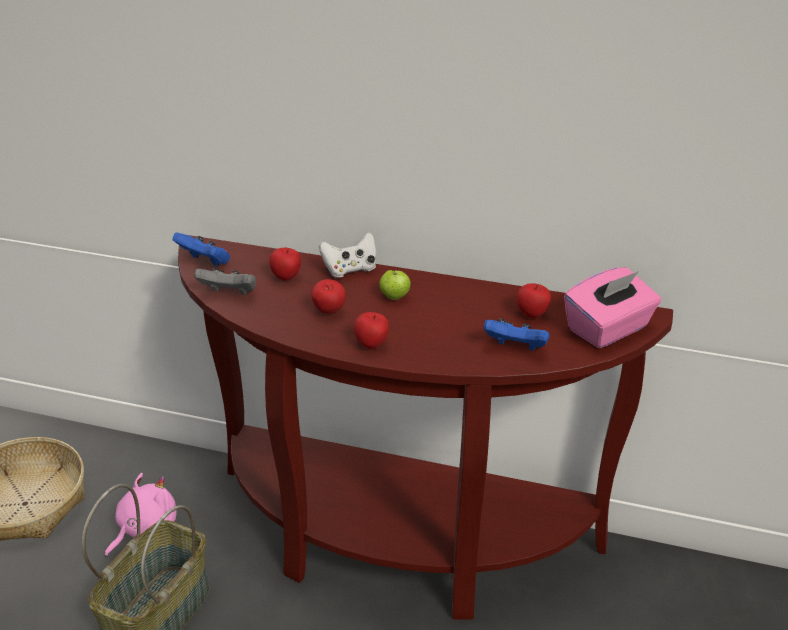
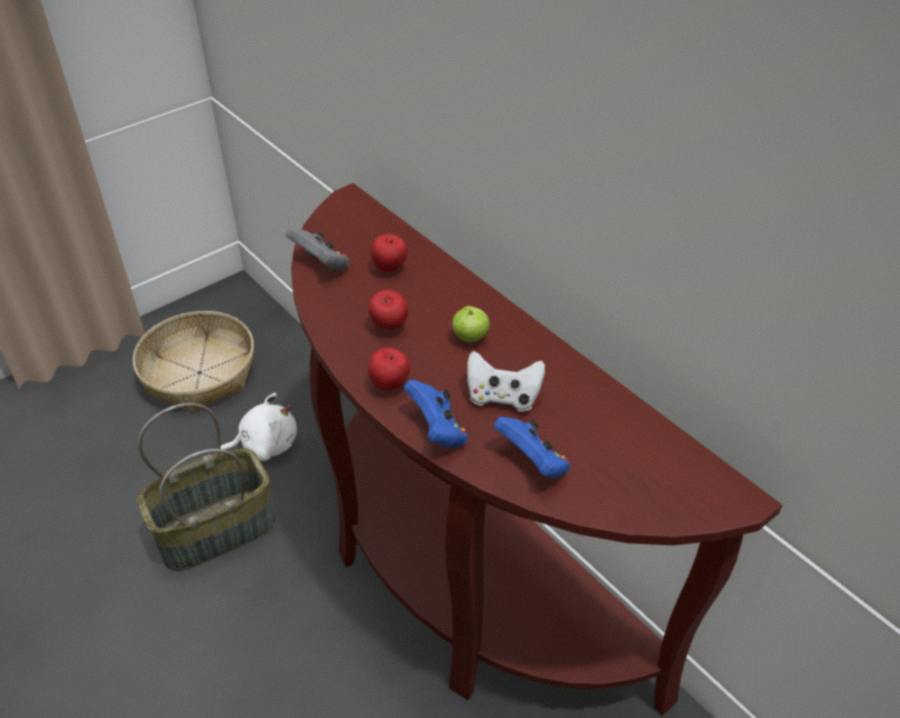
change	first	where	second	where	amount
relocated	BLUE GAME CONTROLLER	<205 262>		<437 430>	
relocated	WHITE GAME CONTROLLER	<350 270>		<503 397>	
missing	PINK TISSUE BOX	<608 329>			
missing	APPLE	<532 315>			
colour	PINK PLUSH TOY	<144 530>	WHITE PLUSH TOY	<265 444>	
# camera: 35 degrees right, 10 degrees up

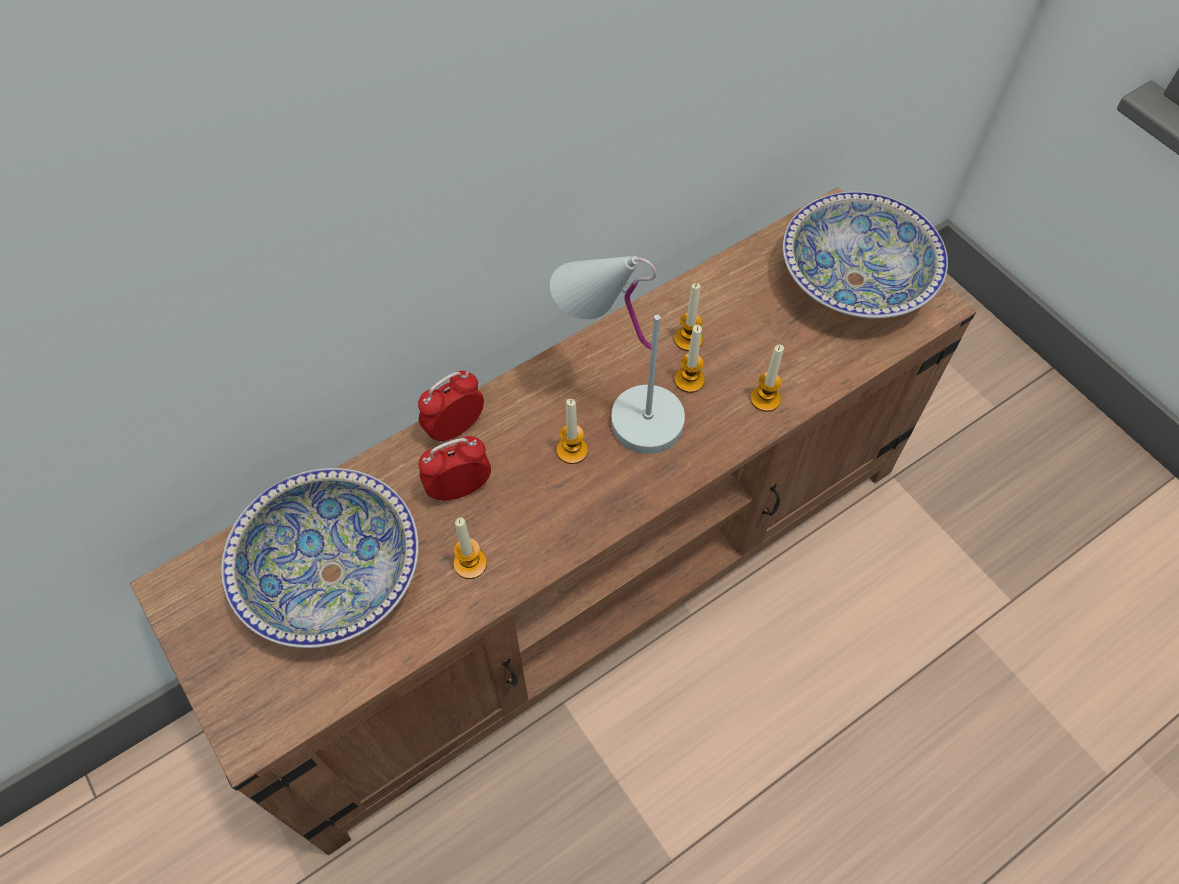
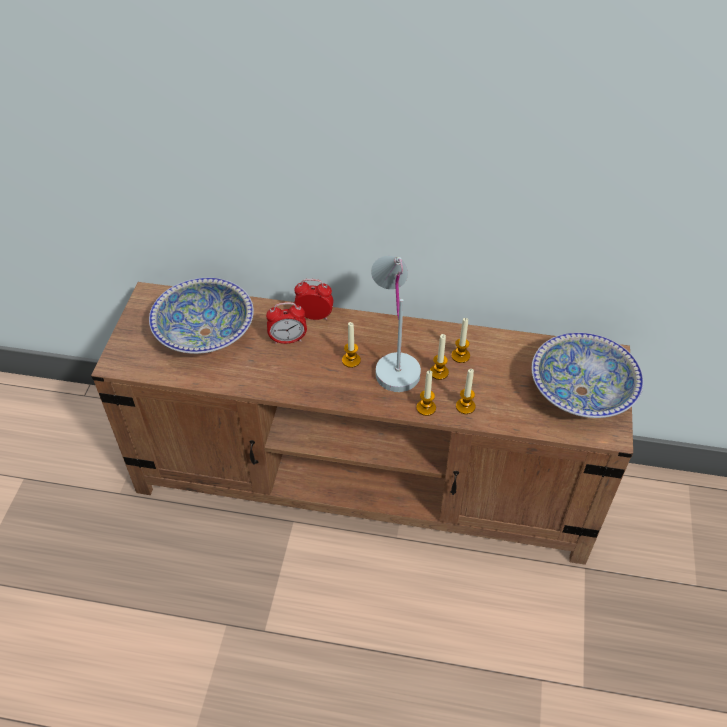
change	first	where	second	where	amount
spun	ALARM CLOCK	<459 489>		<288 340>	150 degrees clockwise
relocated	CANDLE	<470 563>		<426 408>	
# camera: 45 degrees right, 10 degrees down

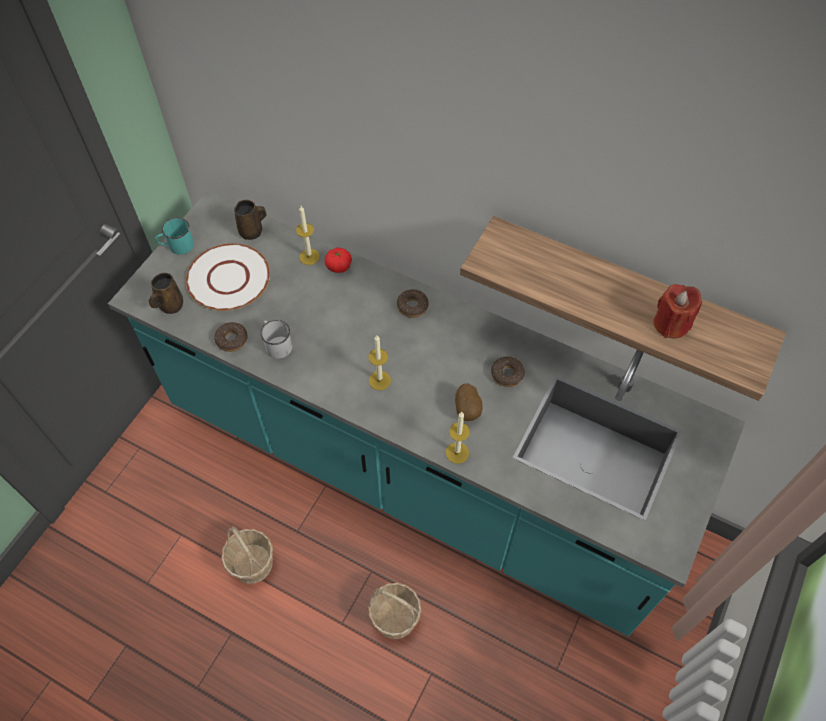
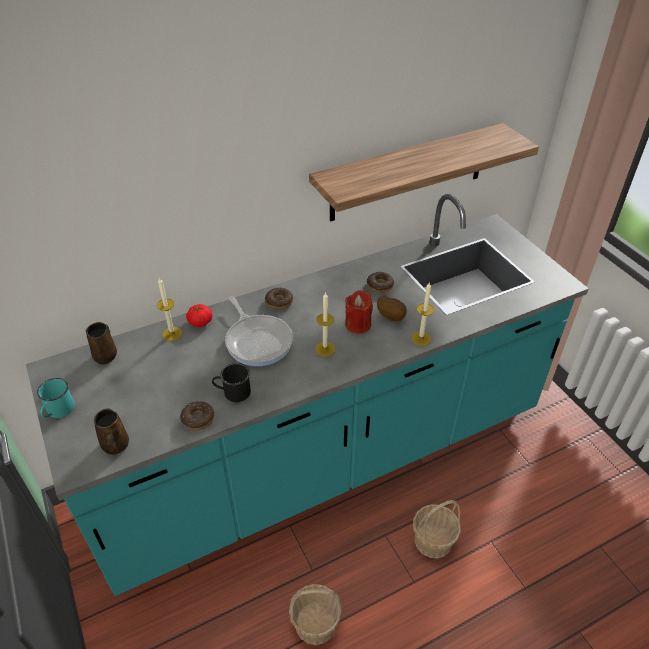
change	first	where	second	where	amount
missing	WHITE PLATE	<228 279>			
relocated	RED CANDLE	<671 324>		<358 324>	
colour	WHITE MUG	<276 344>	BLACK MUG	<233 392>	
appeared			FRYING PAN	<258 341>	
# camera: 55 degrees left, 15 degrees down

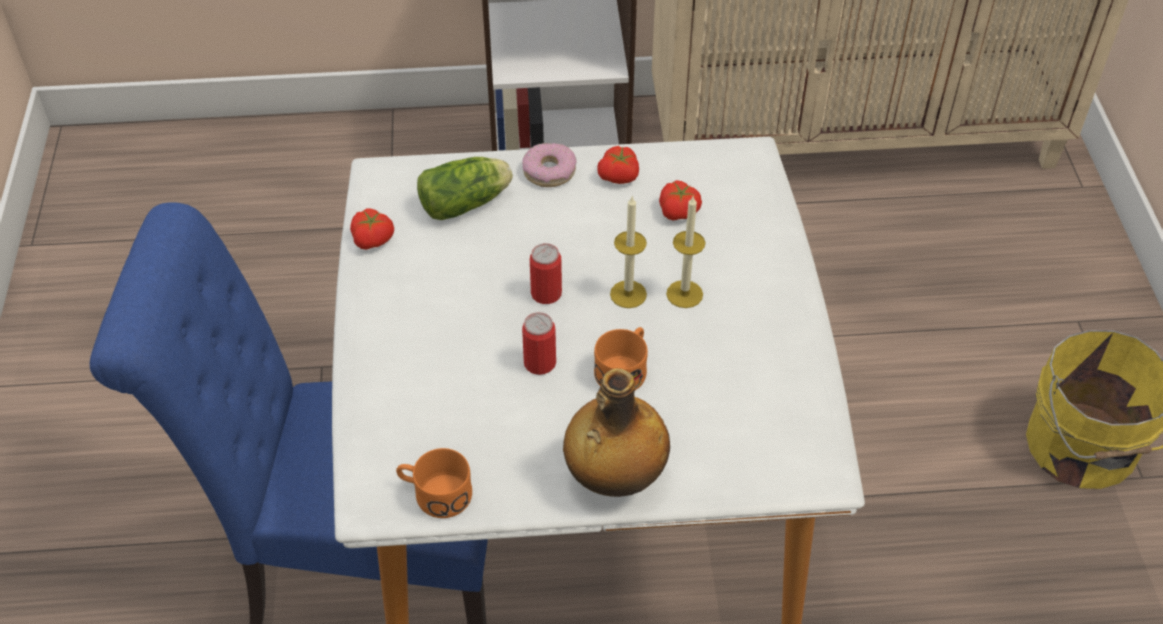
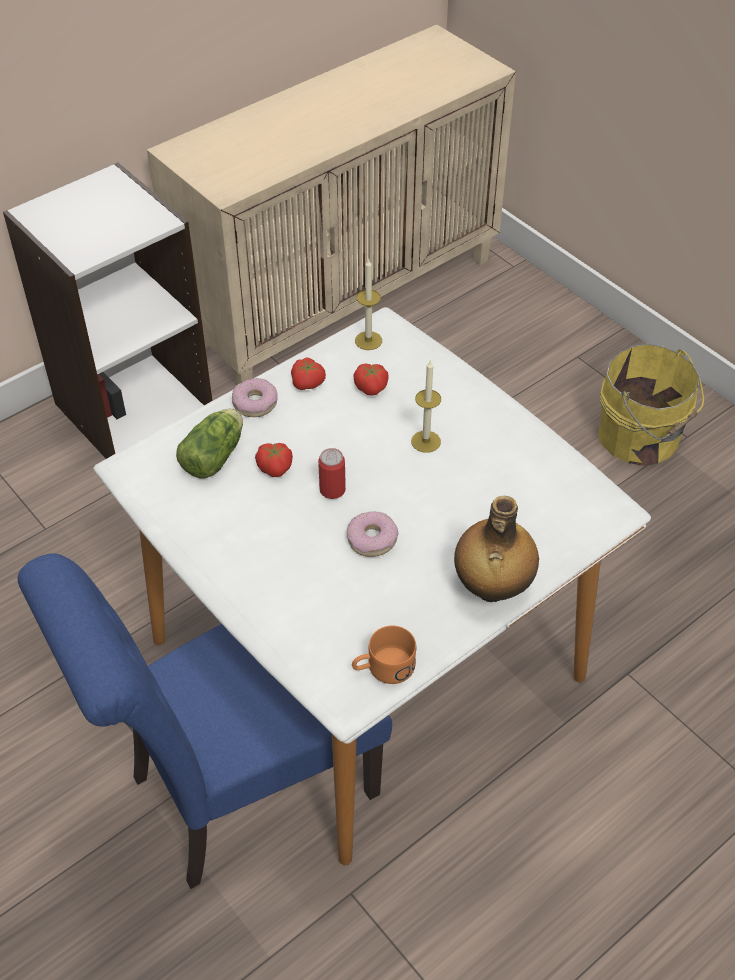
change	first	where	second	where	amount
relocated	CANDLE	<628 294>		<368 340>	
relocated	TOMATO	<374 239>		<275 467>	
exchanged	CAN	<539 363>	DONUT	<372 539>	
missing	ORANGE MUG	<624 369>			
# camera: 35 degrees left, 0 degrees up

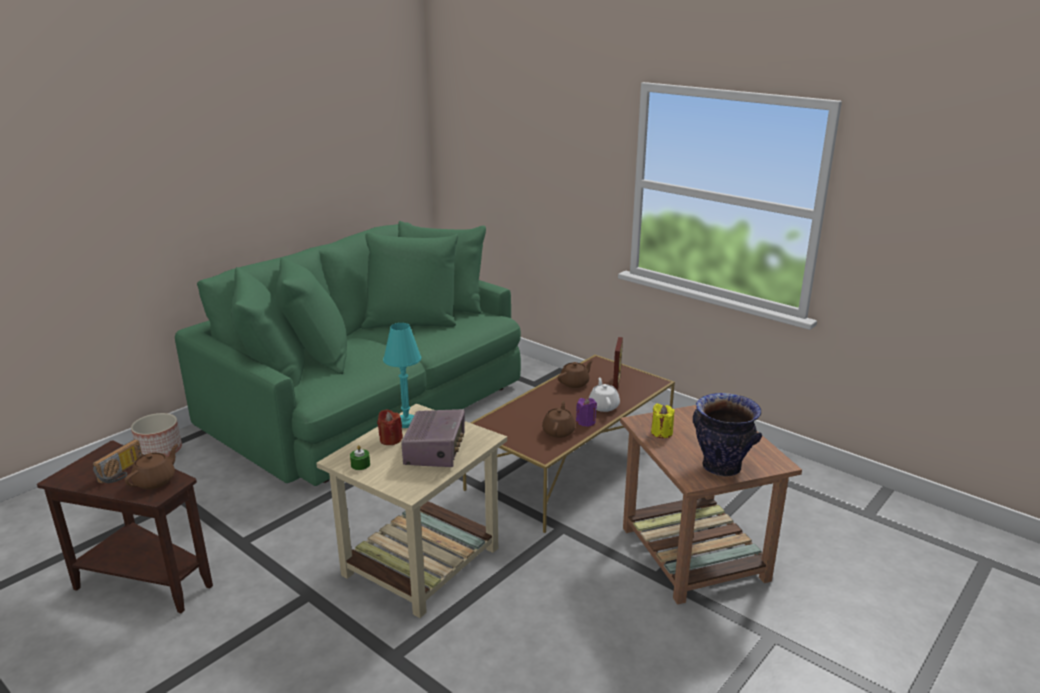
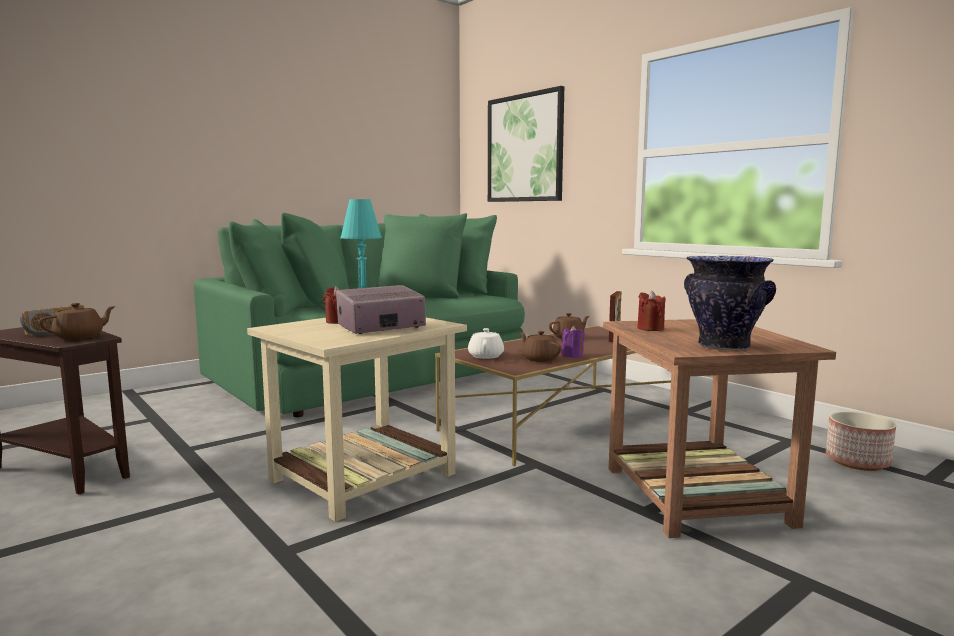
change	first	where	second	where	amount
relocated	WHITE TEAPOT	<603 406>		<486 356>	
spun	BROWN TEAPOT	<559 431>		<539 359>	60 degrees counterclockwise
colour	YELLOW CANDLE	<661 432>	RED CANDLE	<650 328>	
spun	RADIO	<435 451>		<380 327>	135 degrees counterclockwise
relocated	PLANTER	<160 451>		<857 461>	
missing	GREEN CANDLE	<360 464>			
appeared			PICTURE	<525 148>	
# camera: 10 degrees right, 15 degrees down

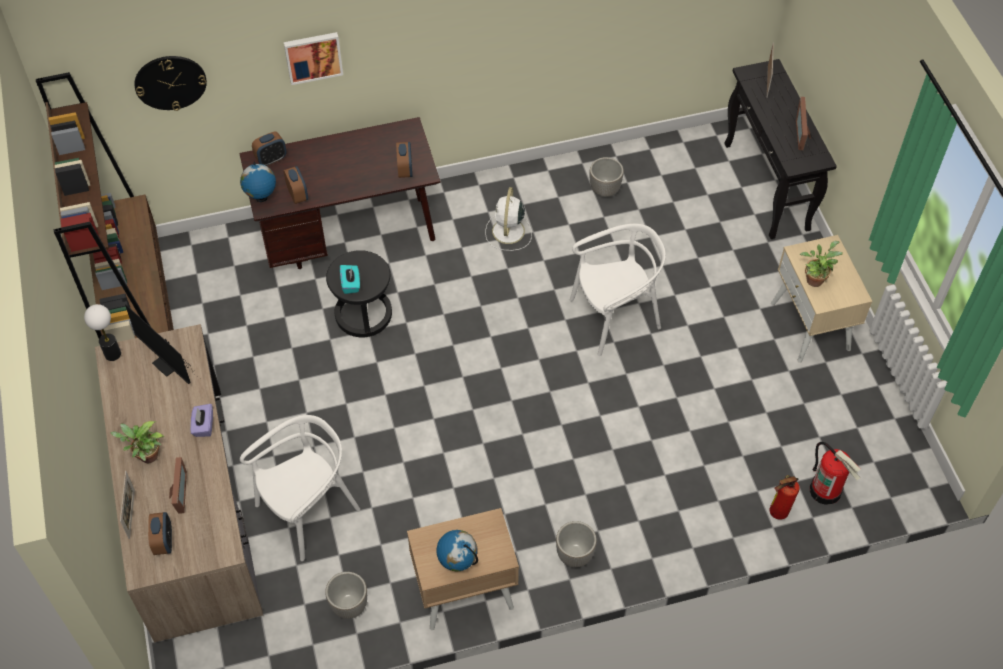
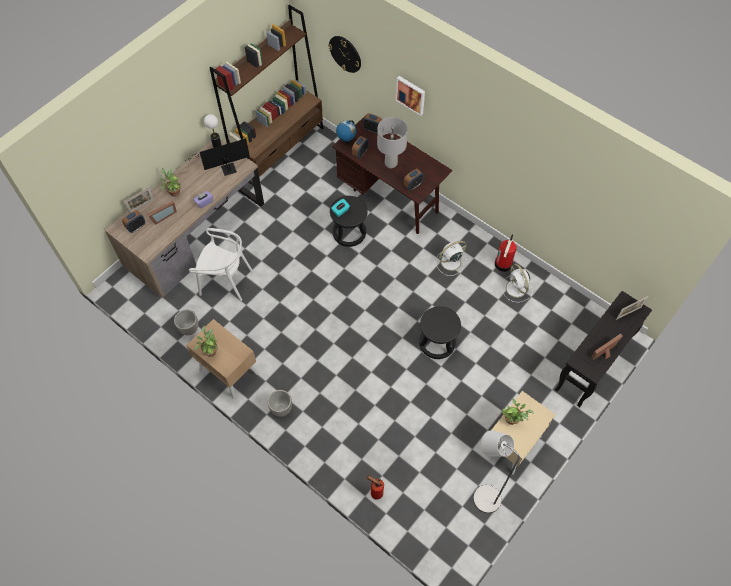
change	first	where	second	where	amount
exchanged	PLANTER	<605 190>	WHITE FAN	<516 289>	
exchanged	WHITE CHAIR	<614 317>	BLACK STOOL	<437 343>	
spun	MONITOR	<170 366>		<226 169>	60 degrees clockwise
relocated	FIRE EXTINGUISHER	<826 490>		<503 264>	
exchanged	GLOBE	<457 563>	POTTED PLANT	<210 351>	
appeared			GREY TABLE LAMP	<390 163>	
appeared			GREY FLOOR LAMP	<482 495>	
# camera: 55 degrees right, 5 degrees up

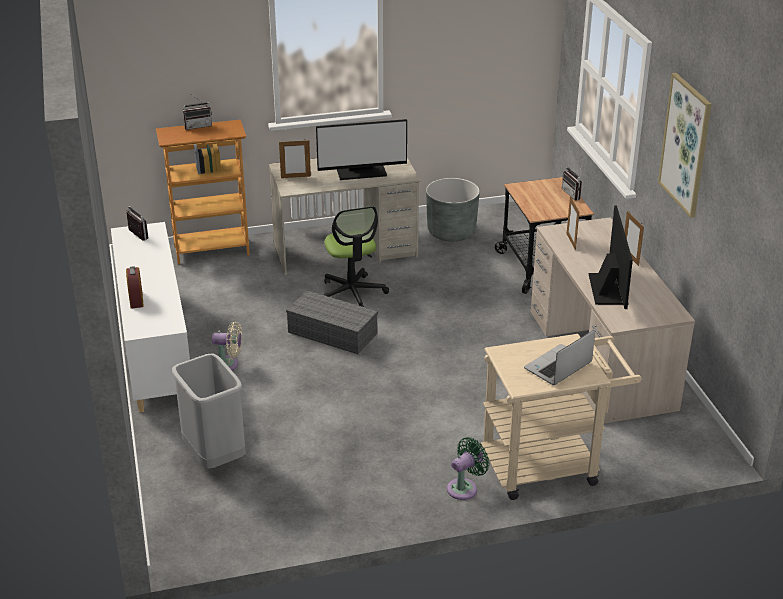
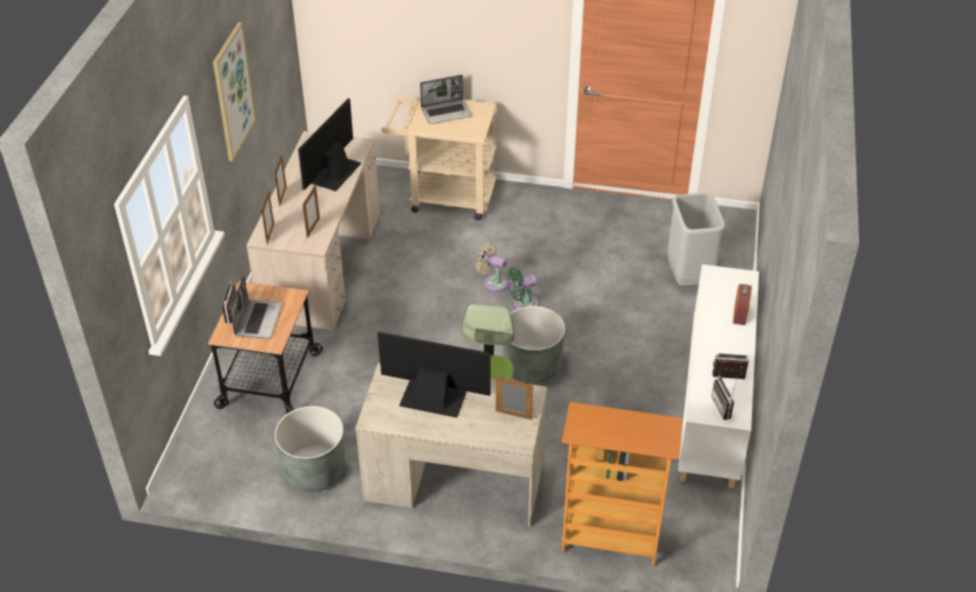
change	first	where	second	where	amount
relocated	RADIO	<198 126>		<728 379>	
exchanged	GREY STORAGE BOX	<334 332>	GREY PLANTER	<532 367>	
relocated	BEIGE FAN	<228 364>		<493 282>	
relocated	GREEN FAN	<464 488>		<523 304>	
appeared			PICTURE FRAME	<270 234>	
appeared			LAPTOP	<258 319>	
# camera: 155 degrees left, 10 degrees up

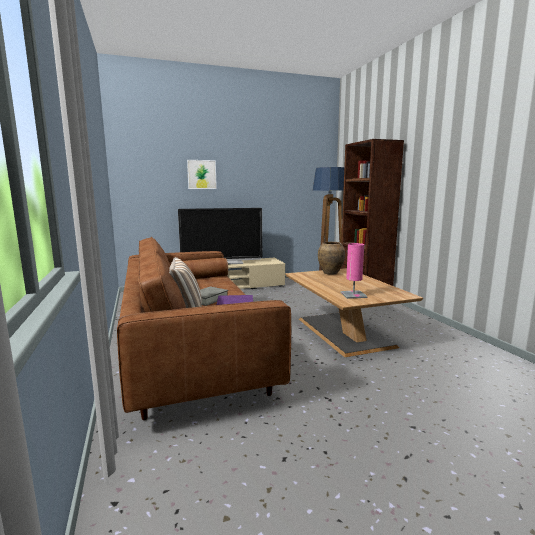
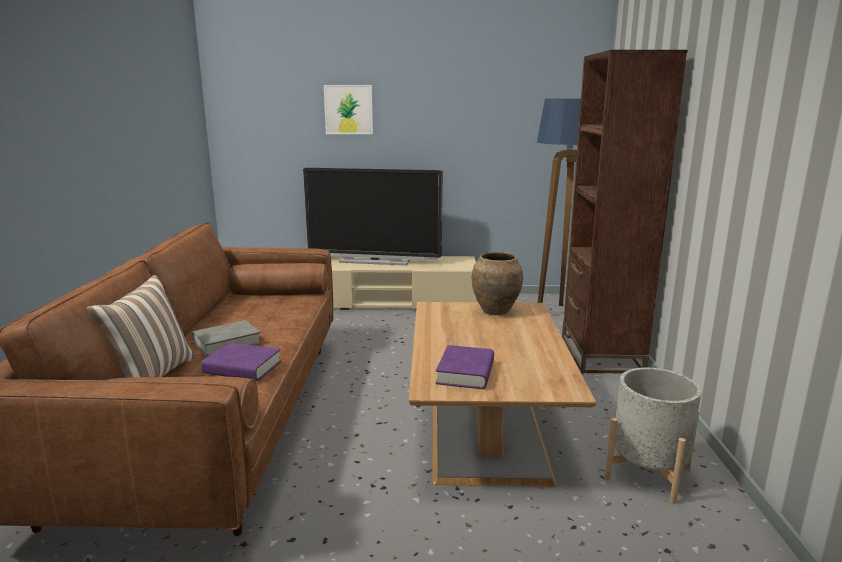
change	first	where	second	where	amount
exchanged	PINK TABLE LAMP	<353 295>	PURPLE BOOK	<465 373>	
appeared			GREY PLANTER	<647 474>	
# camera: 20 degrees right, 5 degrees up

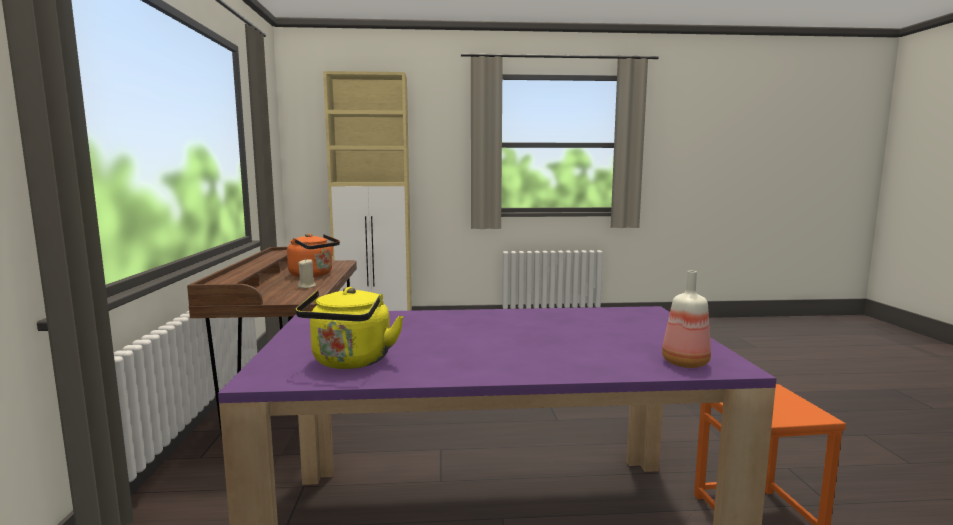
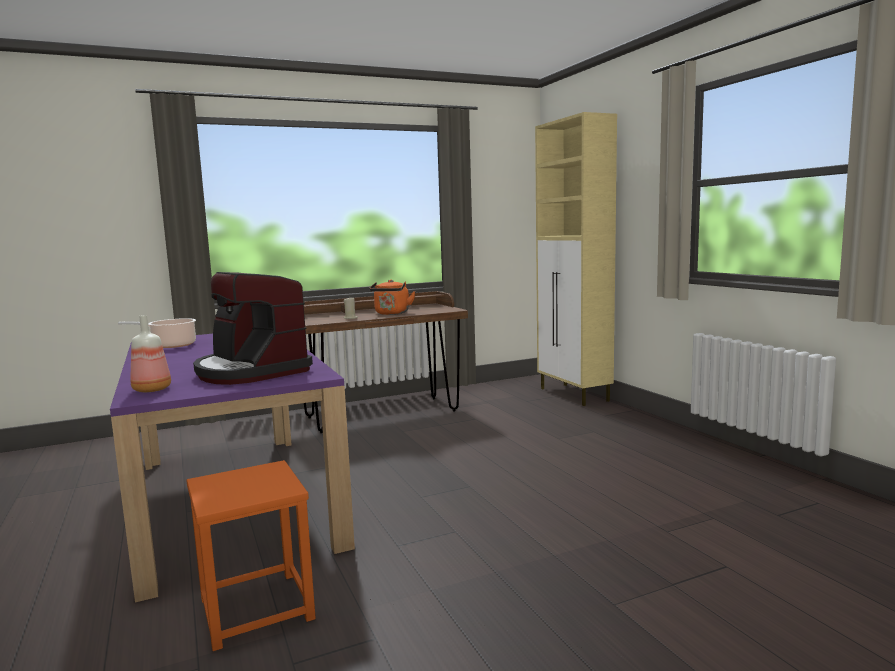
change	first	where	second	where	amount
exchanged	YELLOW KETTLE	<350 362>	COOKING POT	<171 345>	
appeared			COFFEE MACHINE	<251 371>	
# camera: 70 degrees right, 0 degrees up

